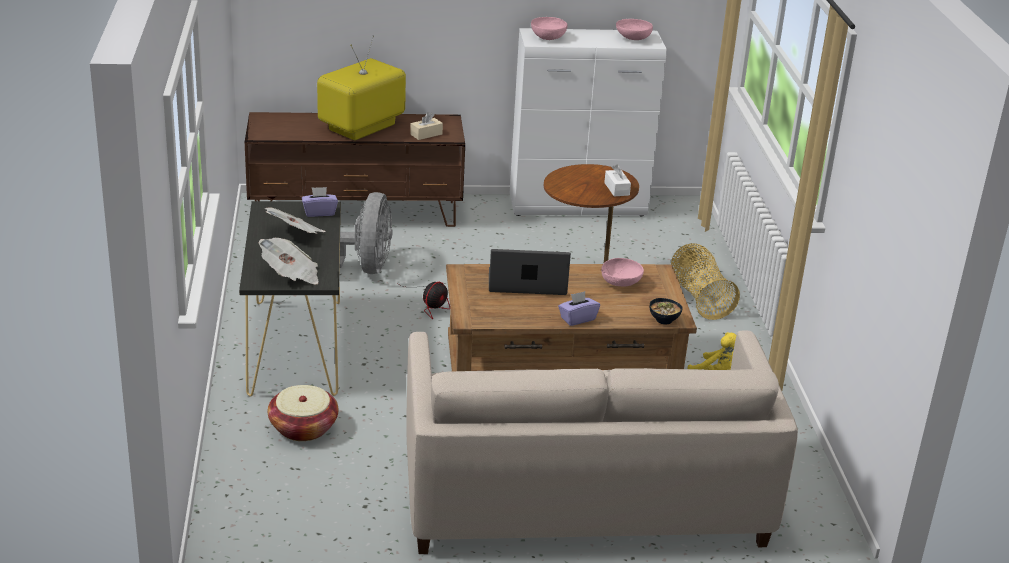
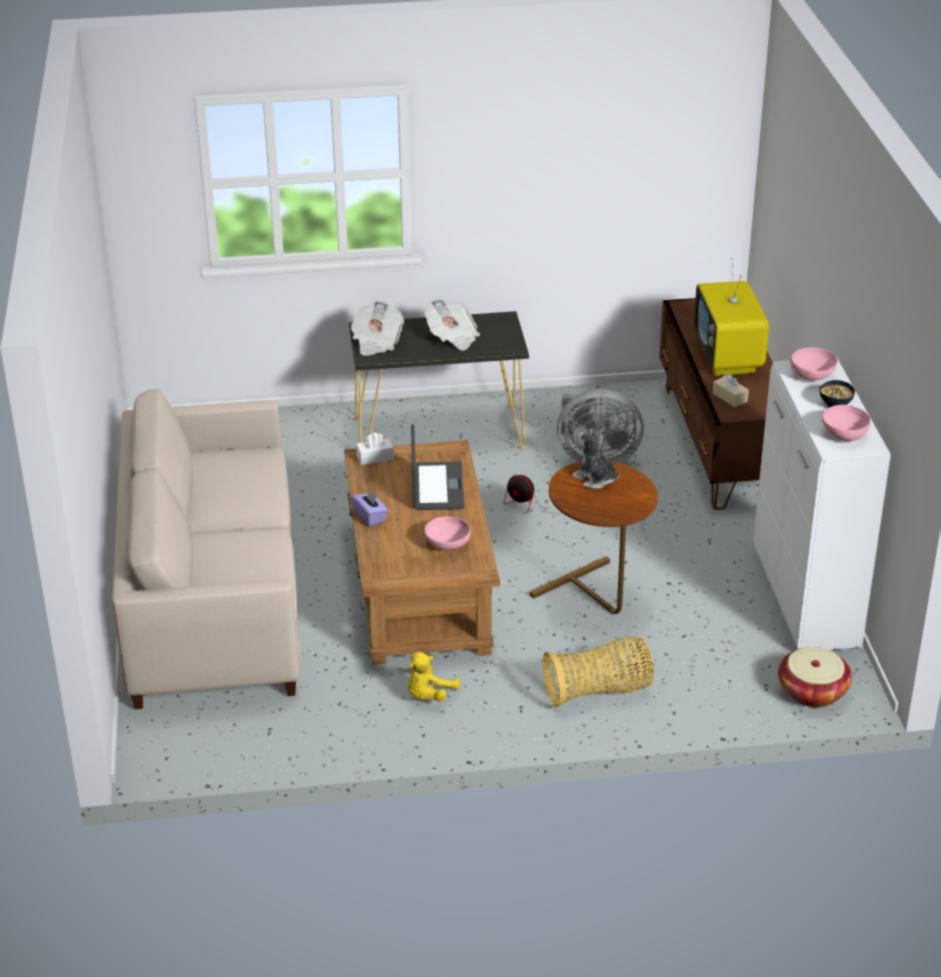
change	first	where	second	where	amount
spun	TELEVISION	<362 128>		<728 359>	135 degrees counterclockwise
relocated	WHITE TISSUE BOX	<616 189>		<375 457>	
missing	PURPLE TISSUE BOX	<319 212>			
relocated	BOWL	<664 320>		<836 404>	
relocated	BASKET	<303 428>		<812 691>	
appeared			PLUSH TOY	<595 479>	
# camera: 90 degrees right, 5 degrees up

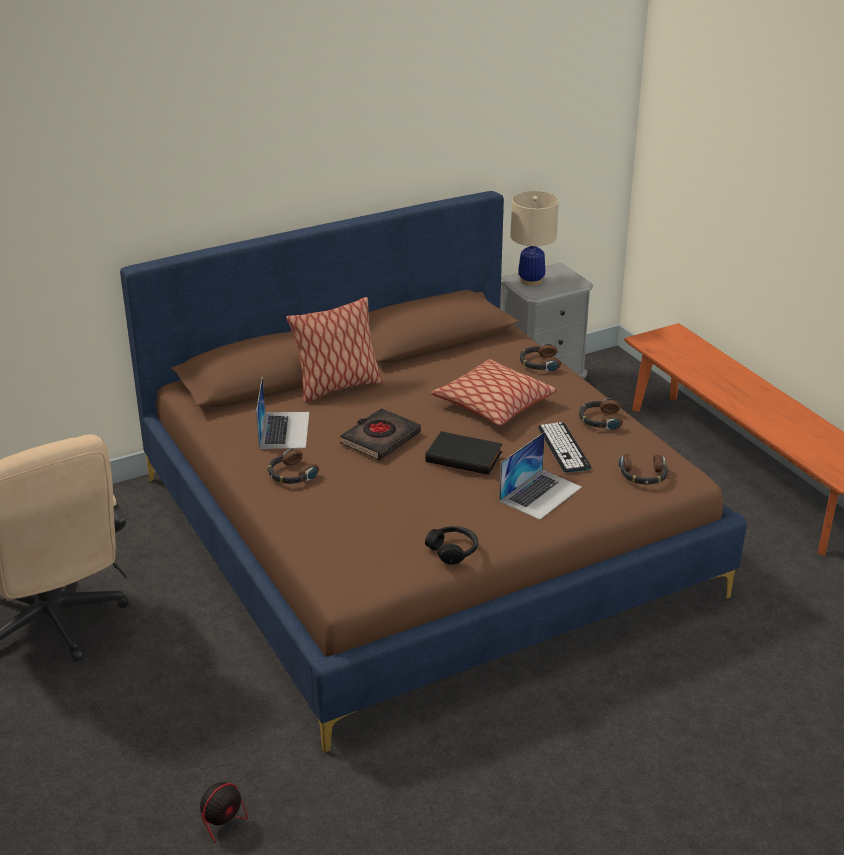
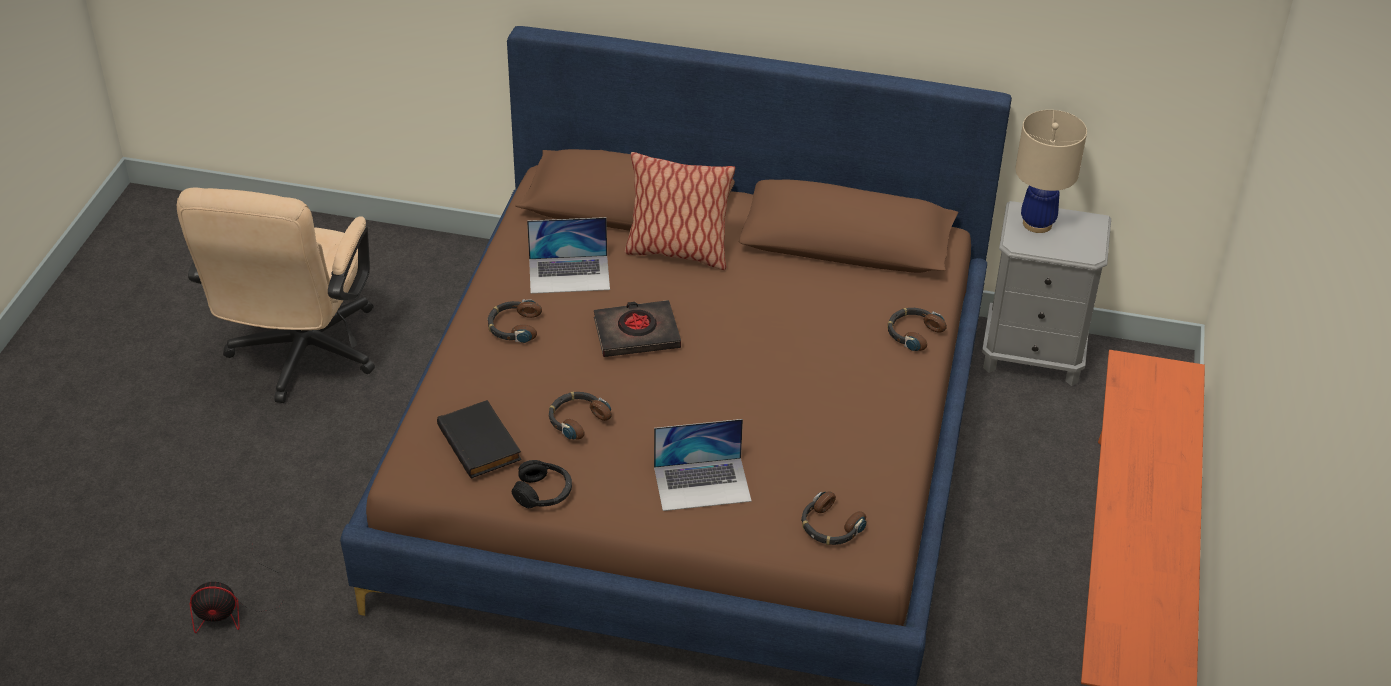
change	first	where	second	where	amount
missing	PILLOW	<493 404>			
spun	LAPTOP	<284 430>		<569 274>	45 degrees clockwise
relocated	HEADPHONES	<599 420>		<577 419>	
missing	KEYBOARD	<563 448>			
relocated	BLACK BOOK	<465 456>		<481 443>	
# camera: 40 degrees right, 10 degrees up

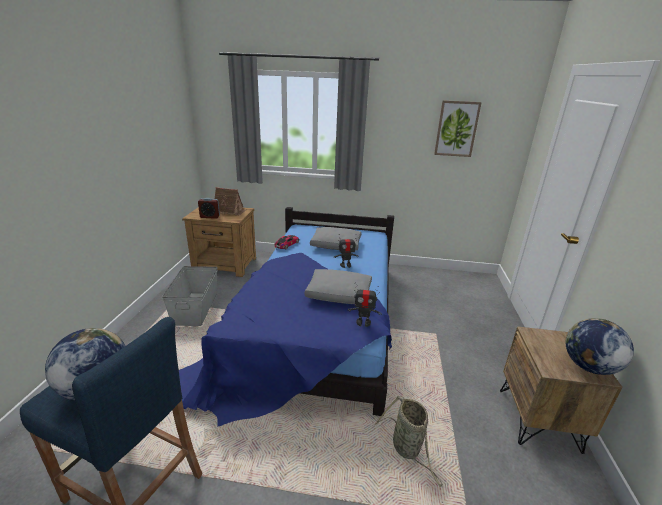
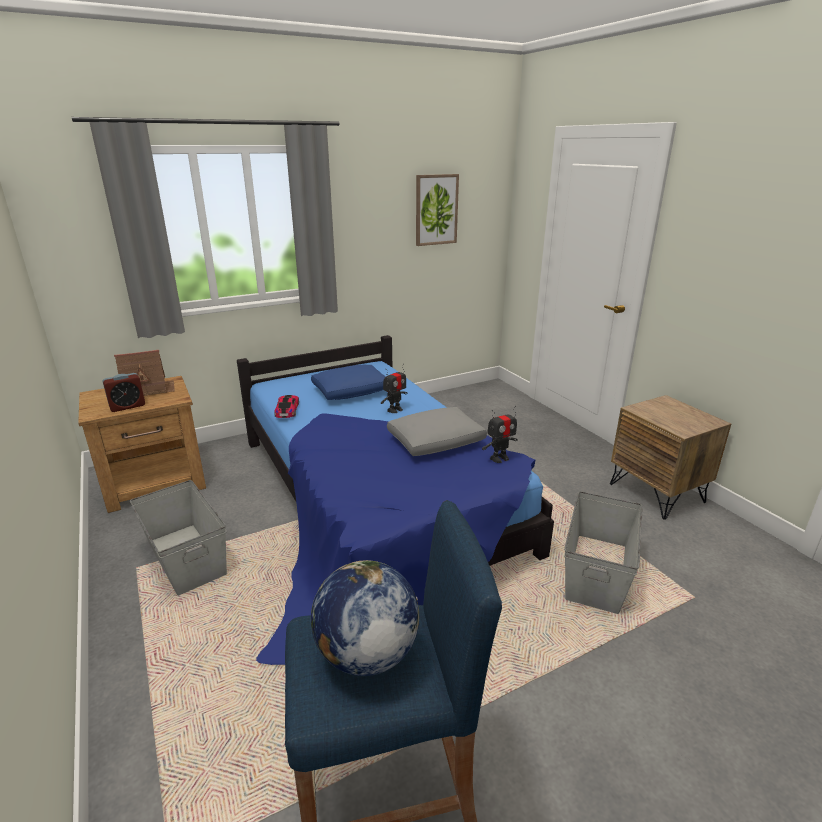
change	first	where	second	where	amount
colour	GREY PILLOW	<336 245>	BLUE PILLOW	<352 391>	
missing	GLOBE	<588 366>			
exchanged	BASKET	<407 449>	GREY STORAGE BOX	<597 572>	
# camera: 35 degrees left, 0 degrees up

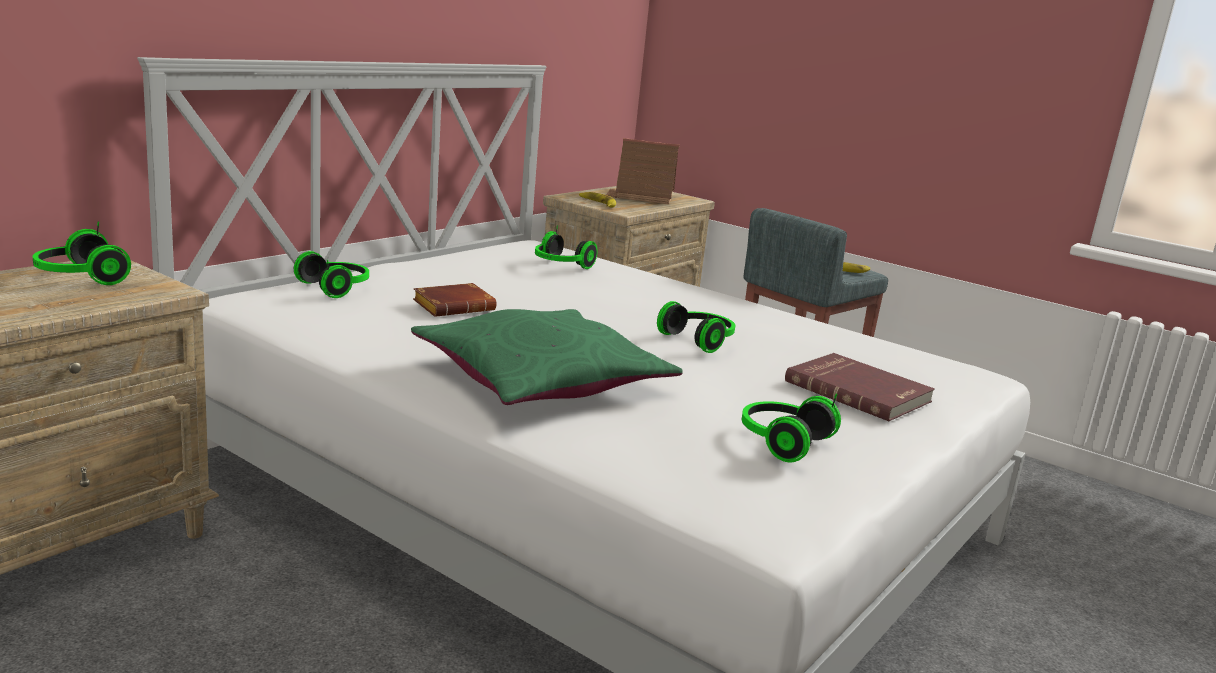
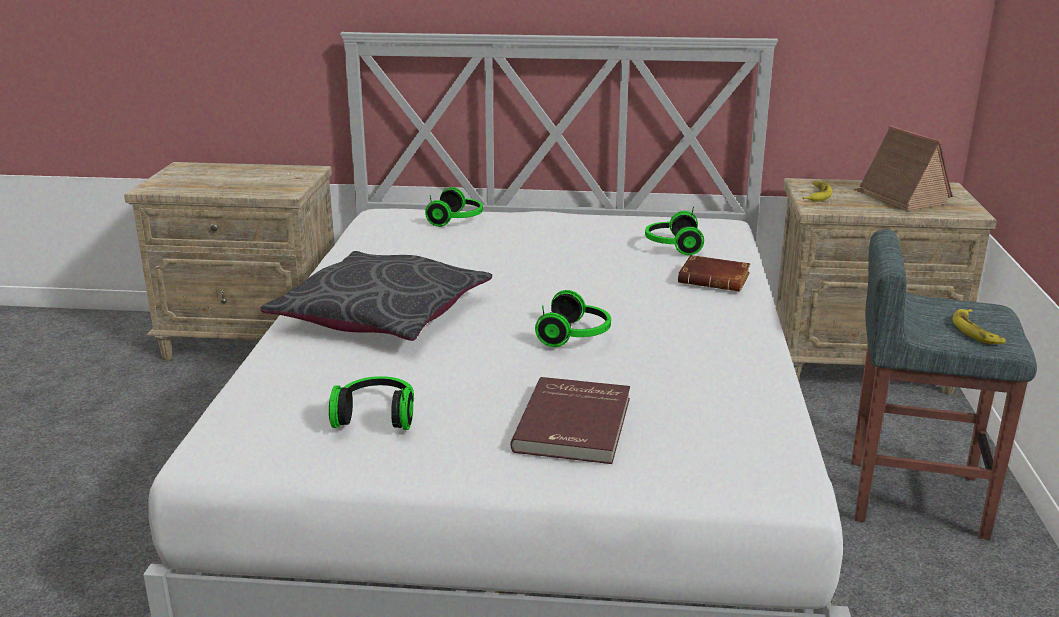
change	first	where	second	where	amount
missing	HEADPHONES	<79 277>			
relocated	BROWN BOOK	<455 306>		<716 280>	
colour	GREEN PILLOW	<542 379>	GREY PILLOW	<382 315>	
# camera: 60 degrees right, 5 degrees up

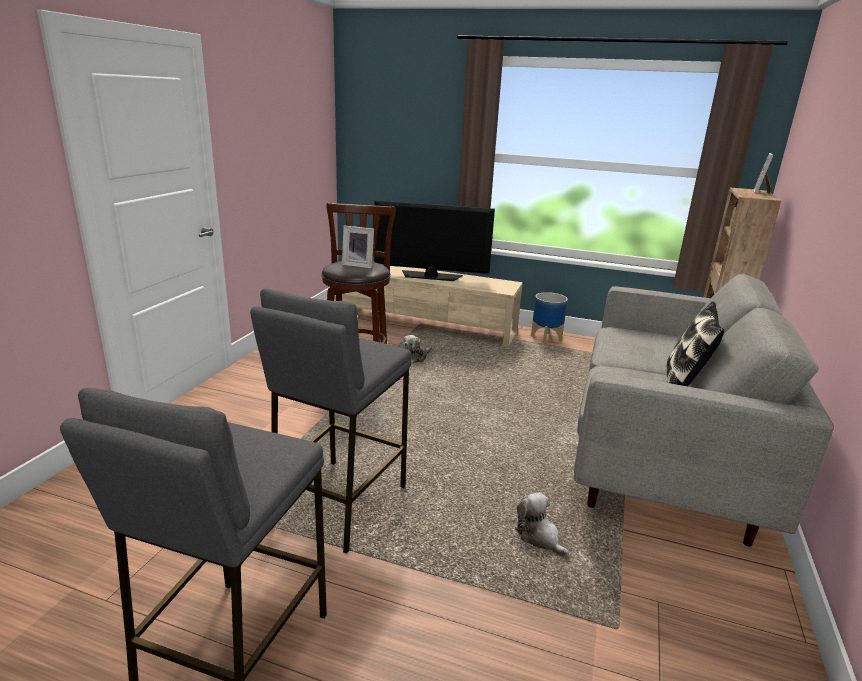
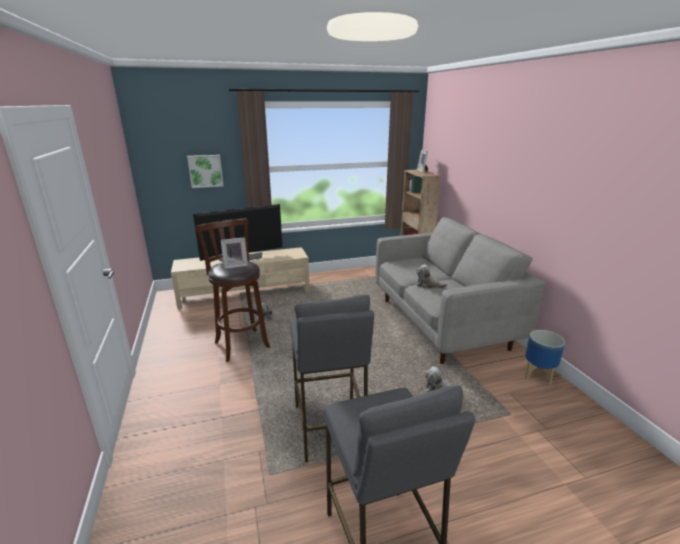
change	first	where	second	where	amount
relocated	PLANTER	<546 338>		<539 374>	
missing	PILLOW	<684 385>			
appeared			PICTURE	<205 171>	
appeared			PLUSH TOY	<428 285>	
# camera: 35 degrees left, 0 degrees up

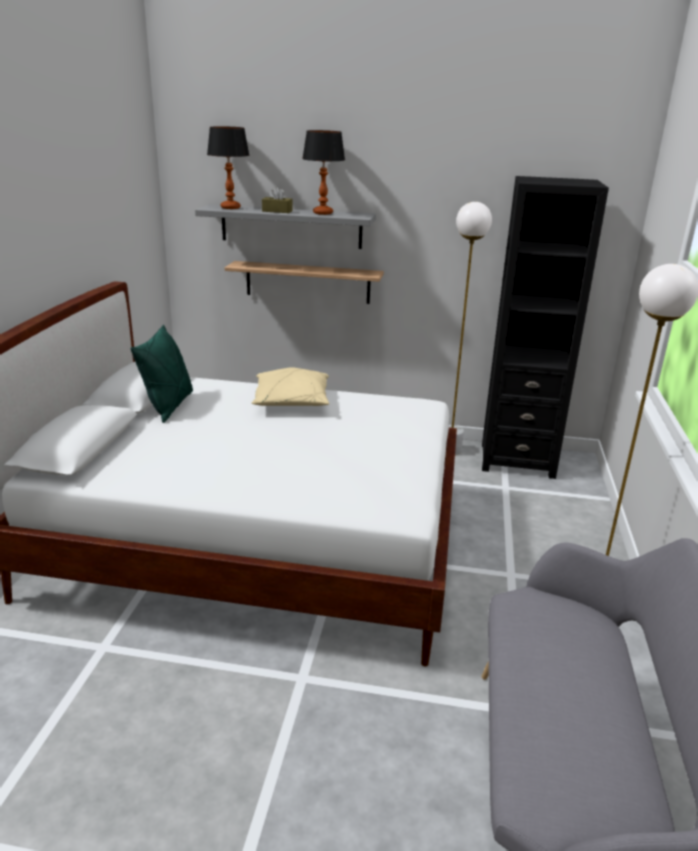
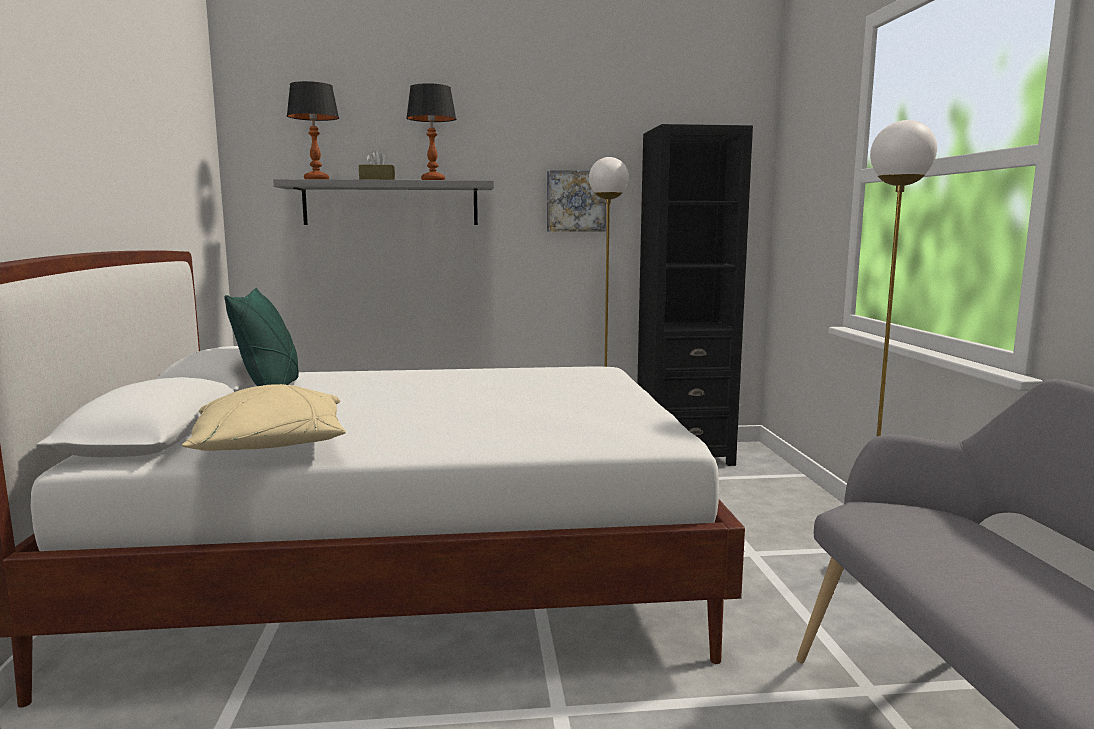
change	first	where	second	where	amount
missing	SHELF	<307 282>			
relocated	BEIGE PILLOW	<292 402>		<272 447>	
appeared			PICTURE	<575 201>	
# camera: 15 degrees left, 15 degrees down

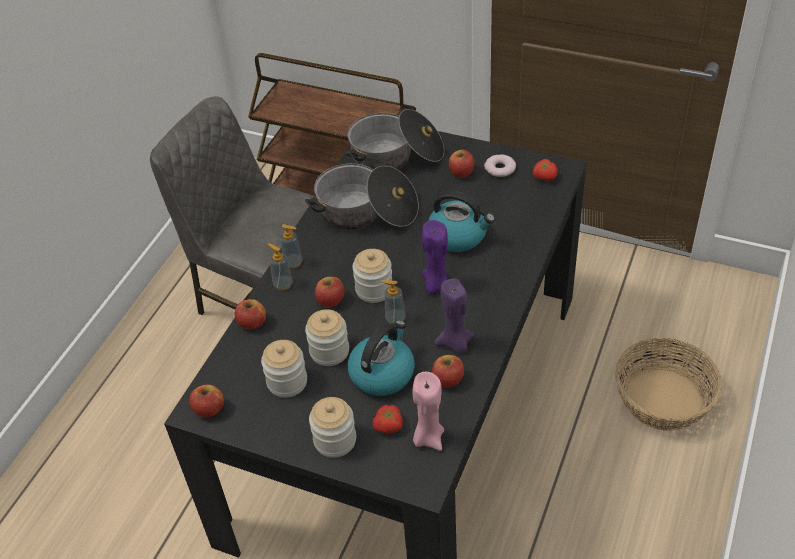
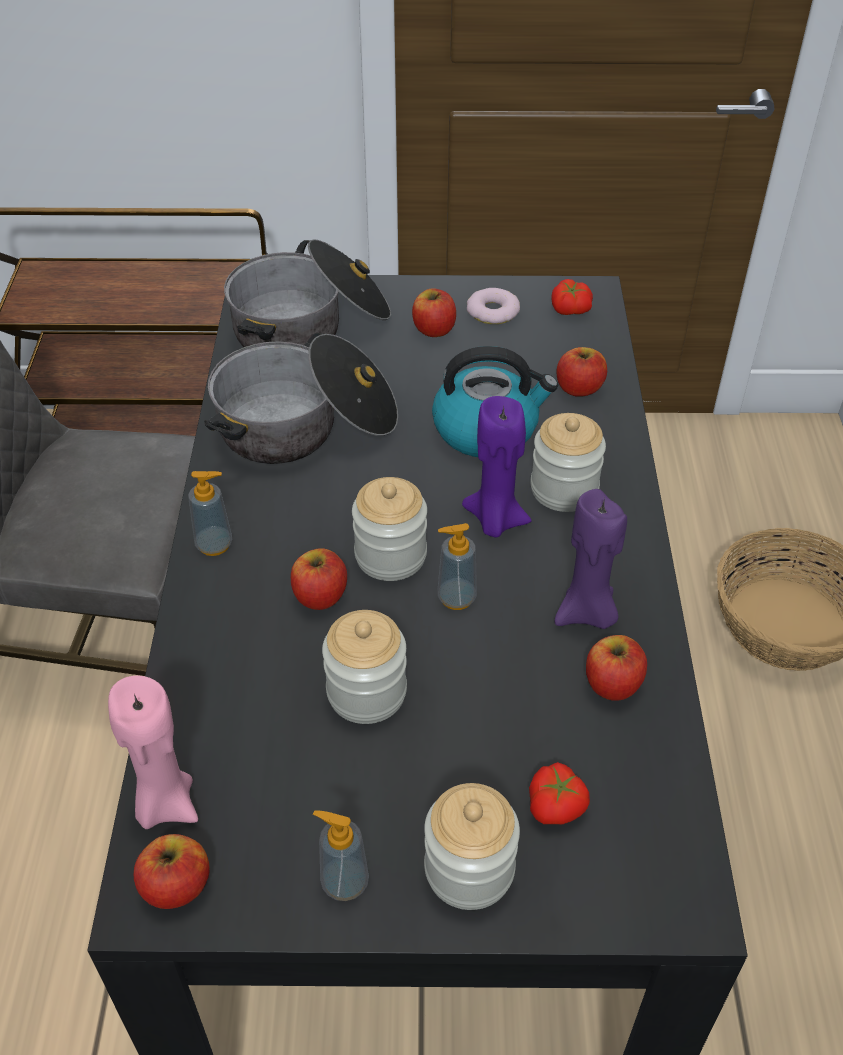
change	first	where	second	where	amount
relocated	SOAP DISPENSER	<283 284>		<344 882>	
relocated	APPLE	<252 323>		<579 388>	
missing	KETTLE	<382 373>			
relocated	JAR	<287 382>		<564 489>	
relocated	PINK CANDLE	<428 437>		<165 803>	
# camera: 25 degrees left, 0 degrees up

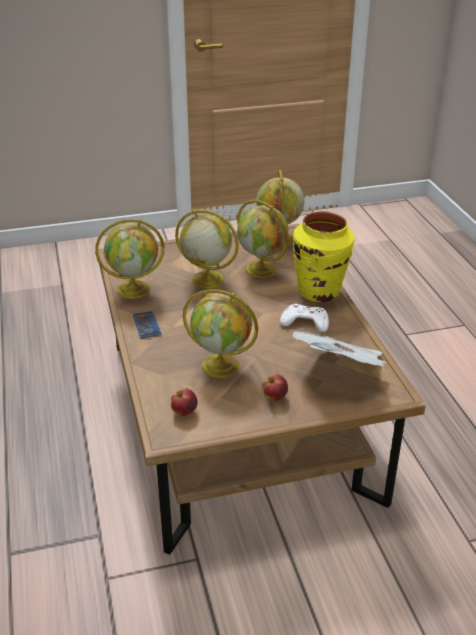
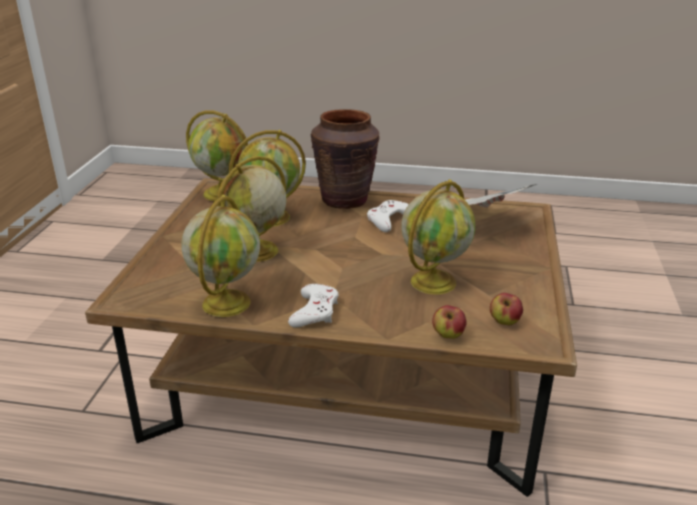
change	first	where	second	where	amount
colour	YELLOW VASE	<319 292>	BROWN VASE	<345 200>	
exchanged	PHONE	<146 325>	WHITE GAME CONTROLLER	<315 311>	
relocated	APPLE	<274 397>		<448 335>	
# camera: 65 degrees left, 5 degrees down

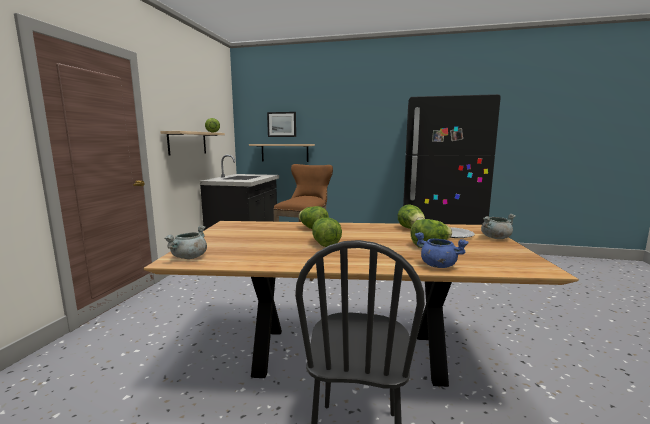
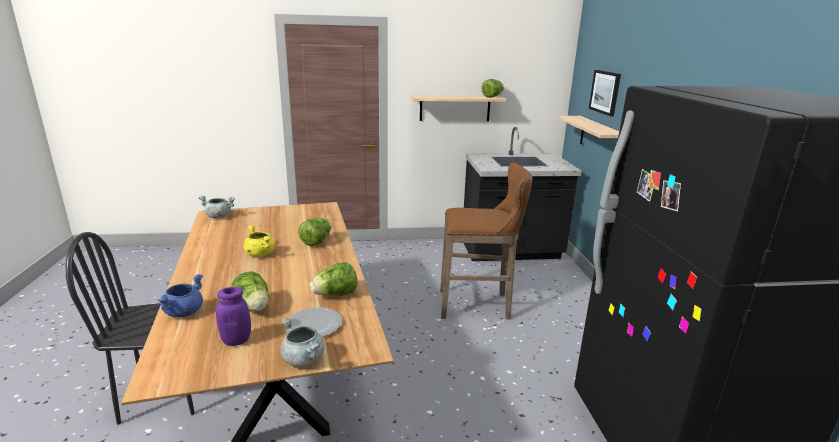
change	first	where	second	where	amount
exchanged	LETTUCE	<324 243>	YELLOW COOKING POT	<260 254>	
appeared			PURPLE JAR	<236 340>	
# camera: 70 degrees right, 10 degrees up

